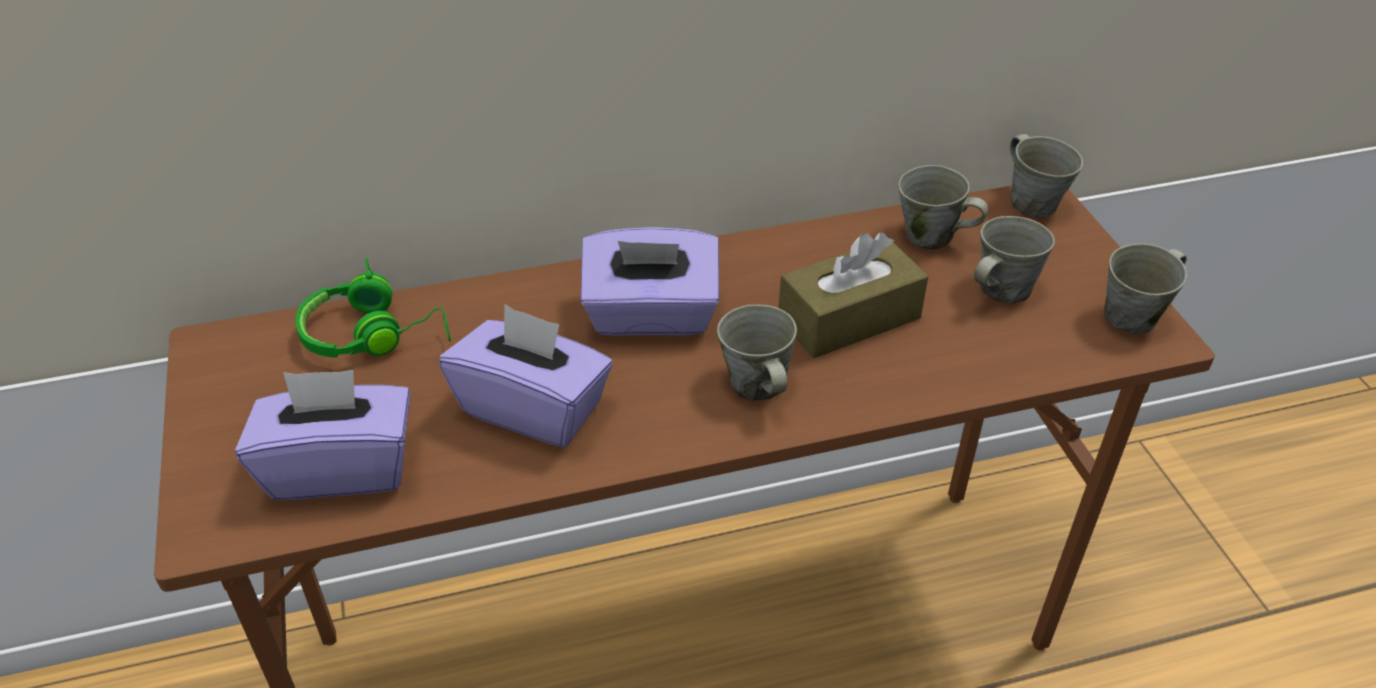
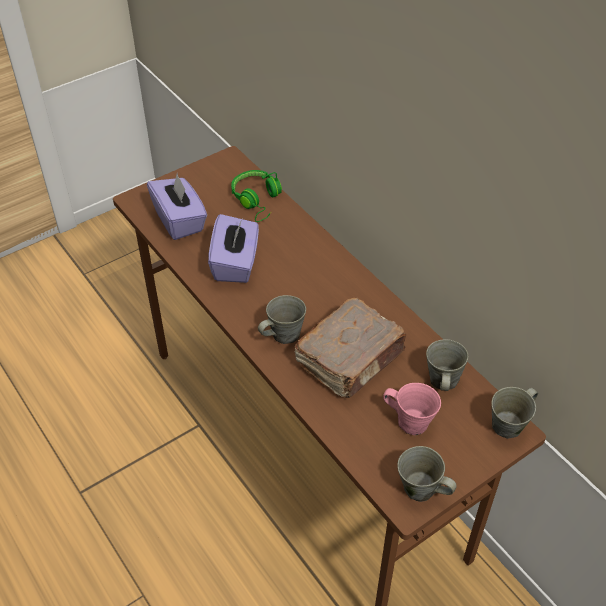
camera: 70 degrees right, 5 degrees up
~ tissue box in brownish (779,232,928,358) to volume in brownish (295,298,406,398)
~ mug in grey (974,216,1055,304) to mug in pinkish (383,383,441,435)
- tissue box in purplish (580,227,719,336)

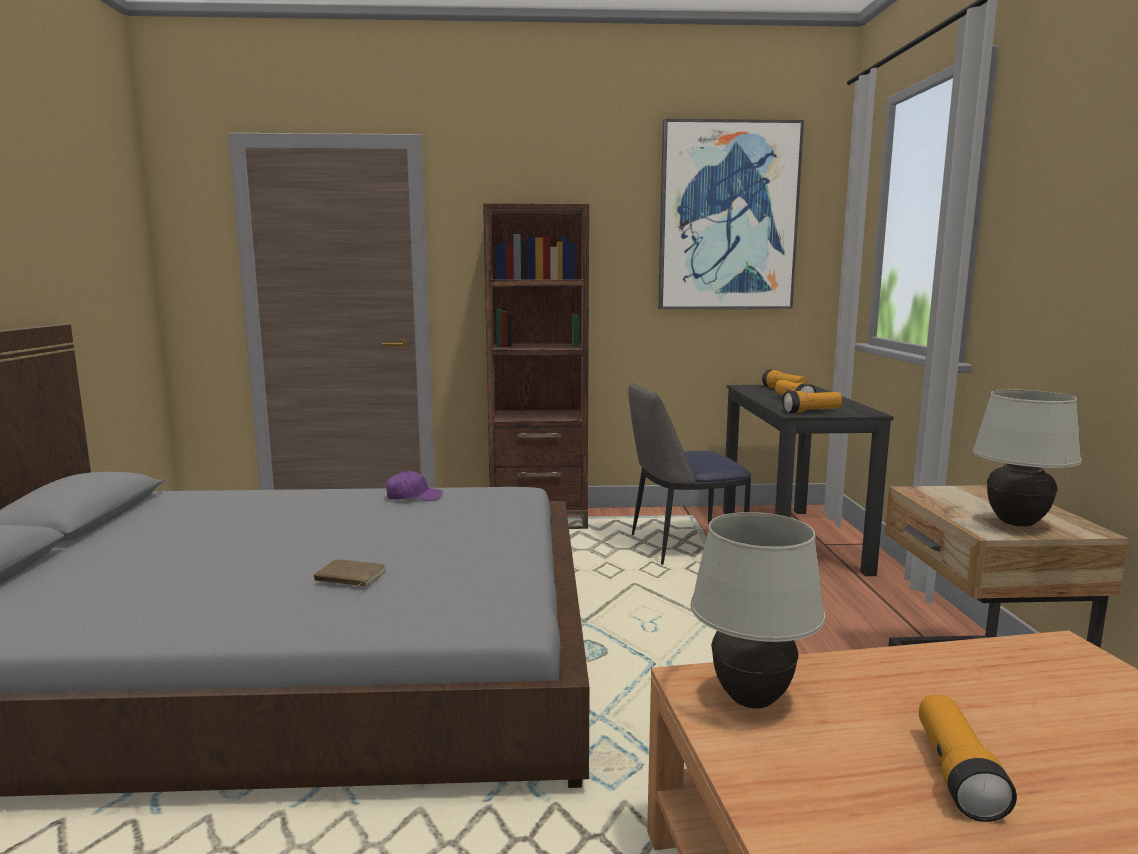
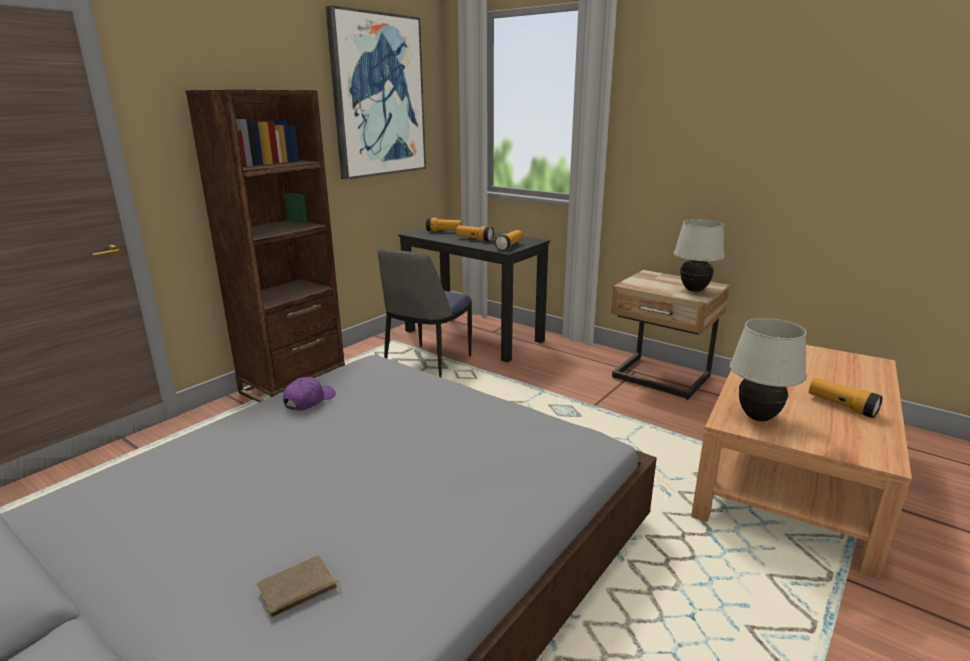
camera: 50 degrees left, 10 degrees up
~ volume in brownish (314,559,387,587) to (256,555,342,618)

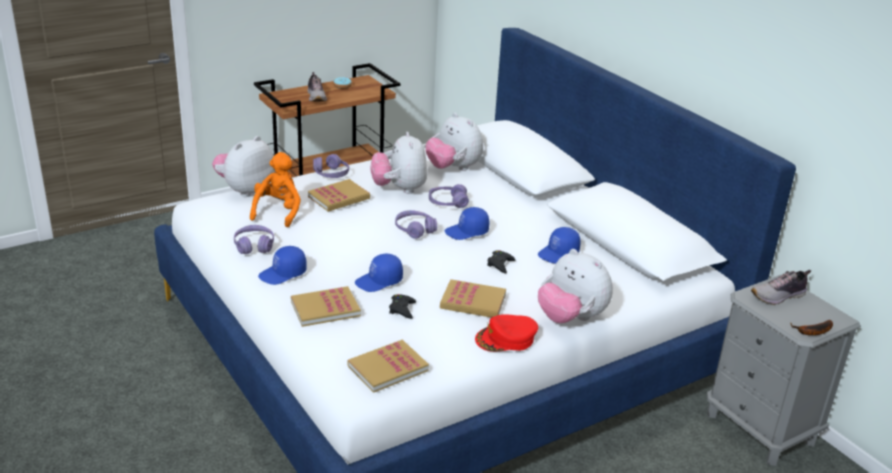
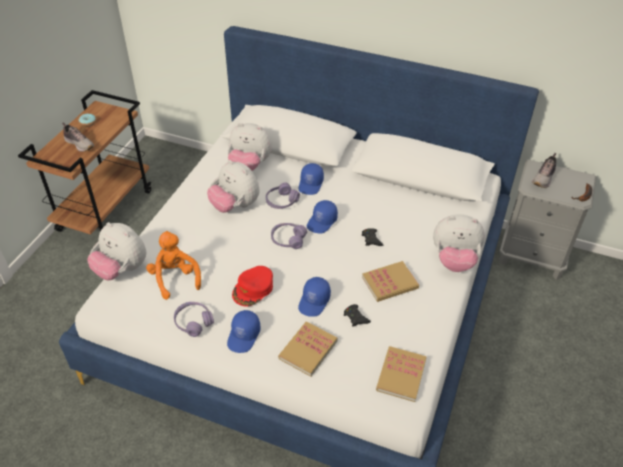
camera: 35 degrees left, 15 degrees up
~ plush toy (212,136,274,197) = (87,222,146,280) 60 degrees counterclockwise
~ cap in red-coloured (475,314,538,352) to (232,266,273,306)
~ cap in blue-coloured (538,227,581,264) to (299,163,324,195)
- volume (308,179,370,212)
- headphones in purplish (313,154,349,178)

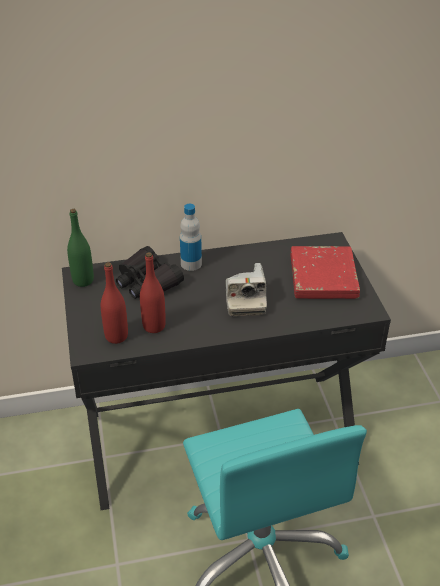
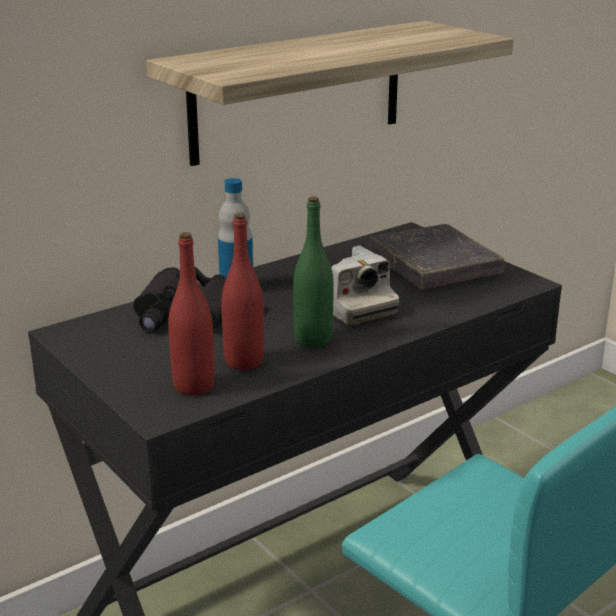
camera: 25 degrees left, 15 degrees down
+ shelf (146,21,514,166)
~ drink bottle in green (67,209,94,287) to (293,196,334,347)
~ volume in red-coloured (290,246,360,299) to volume in grey (369,224,504,289)

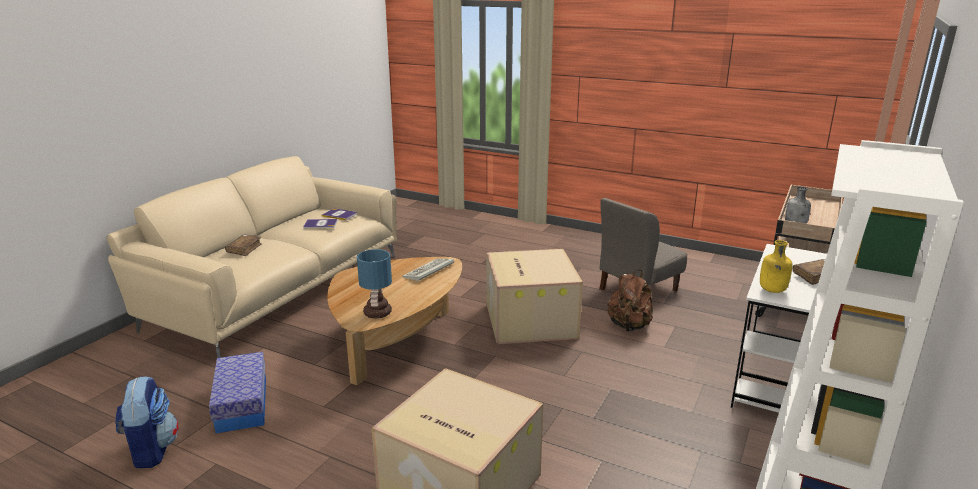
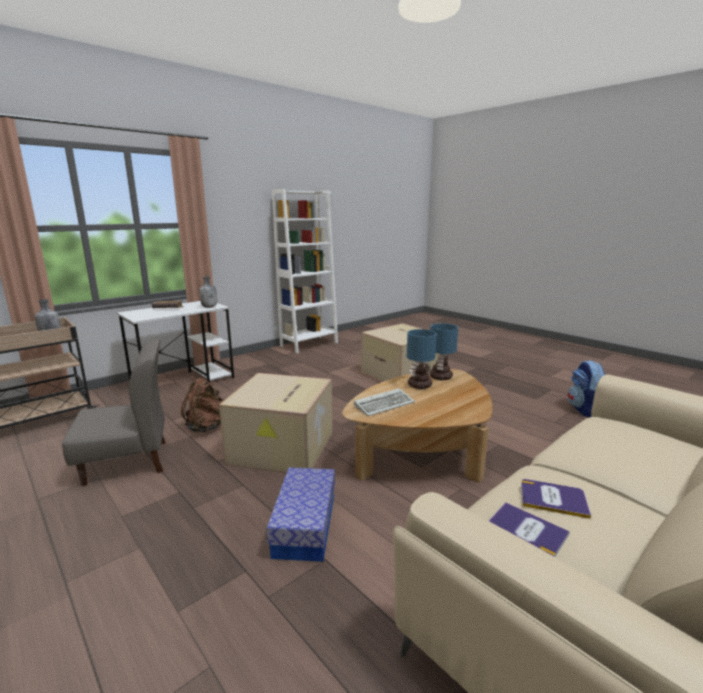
camera: 160 degrees left, 5 degrees down
~ drink bottle in yellow-coloured (760,240,792,293) to drink bottle in grey (199,276,217,308)
~ storage container (209,352,266,433) to (267,467,335,562)
+ tabletop lamp (407,329,437,389)
- volume in brownish (225,235,262,256)

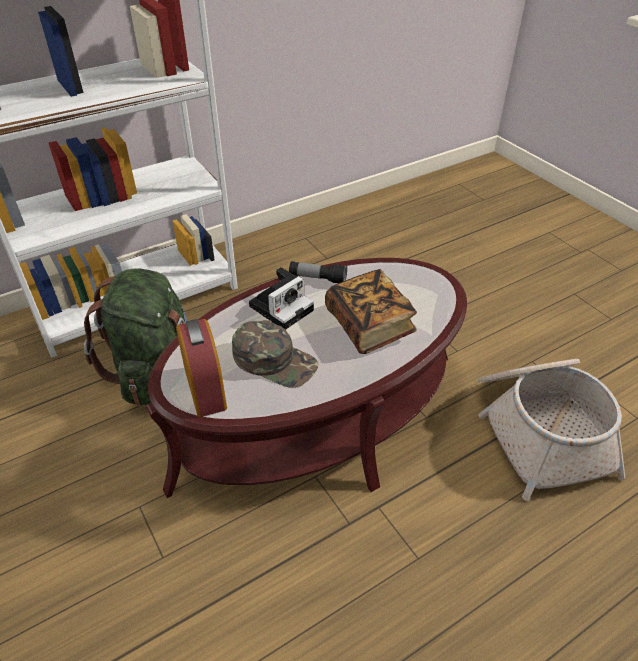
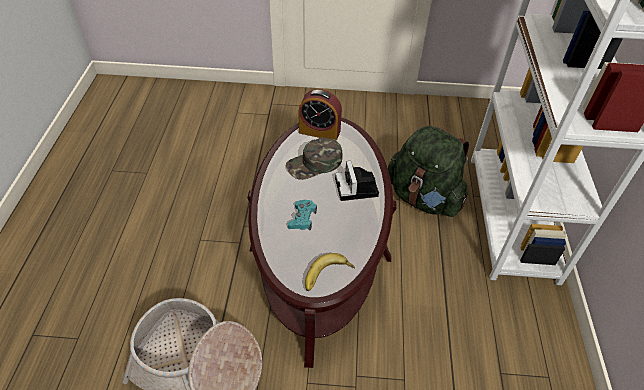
camera: 125 degrees right, 5 degrees up
~ volume (325,269,417,354) to gamepad in turquoise (288,200,317,231)
+ banana (305,253,355,291)
- torch (289,261,347,283)

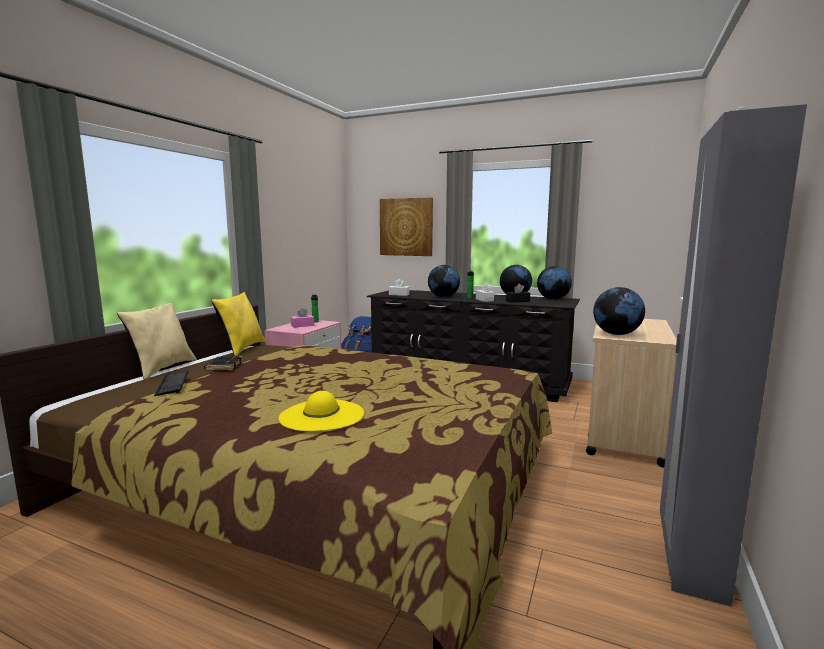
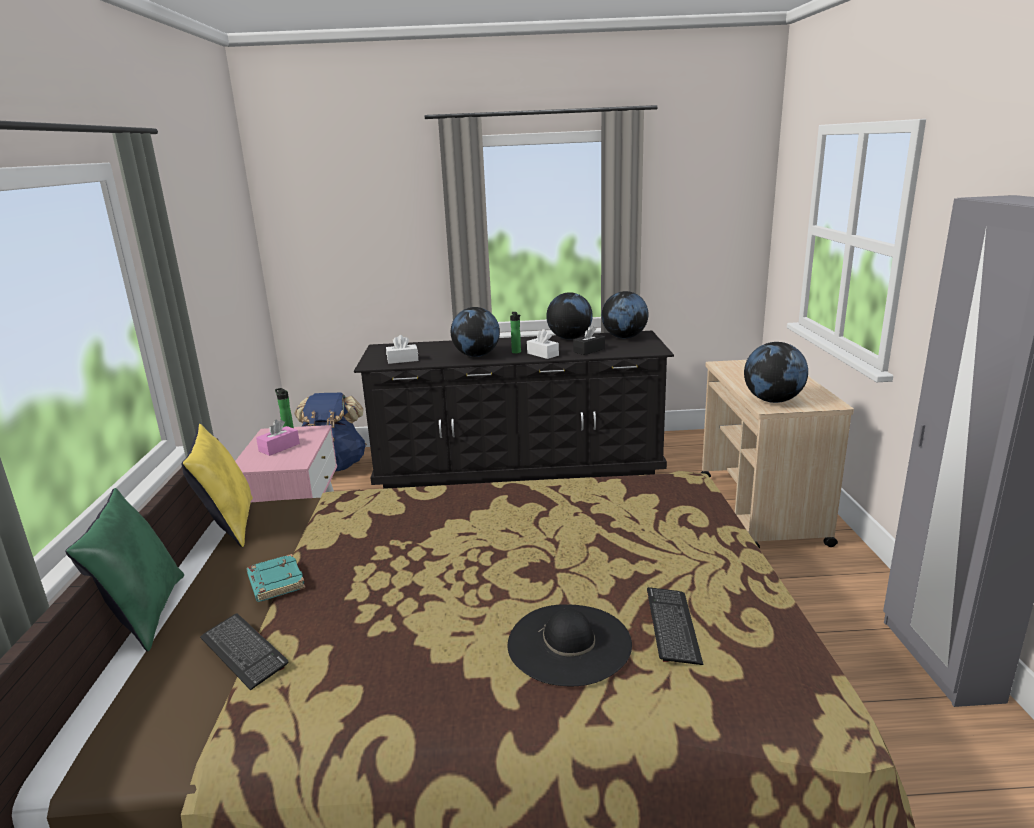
camera: 25 degrees left, 10 degrees up
~ cushion in beige-coloured (117,302,197,380) to cushion in green (65,488,184,652)
~ volume in black-coloured (204,356,243,371) to volume in turquoise (247,554,305,602)
~ clothing hat in yellow-coloured (278,391,364,431) to clothing hat in black-coloured (508,604,632,686)
+ PC keyboard (647,587,703,665)
- wall art (380,197,433,256)

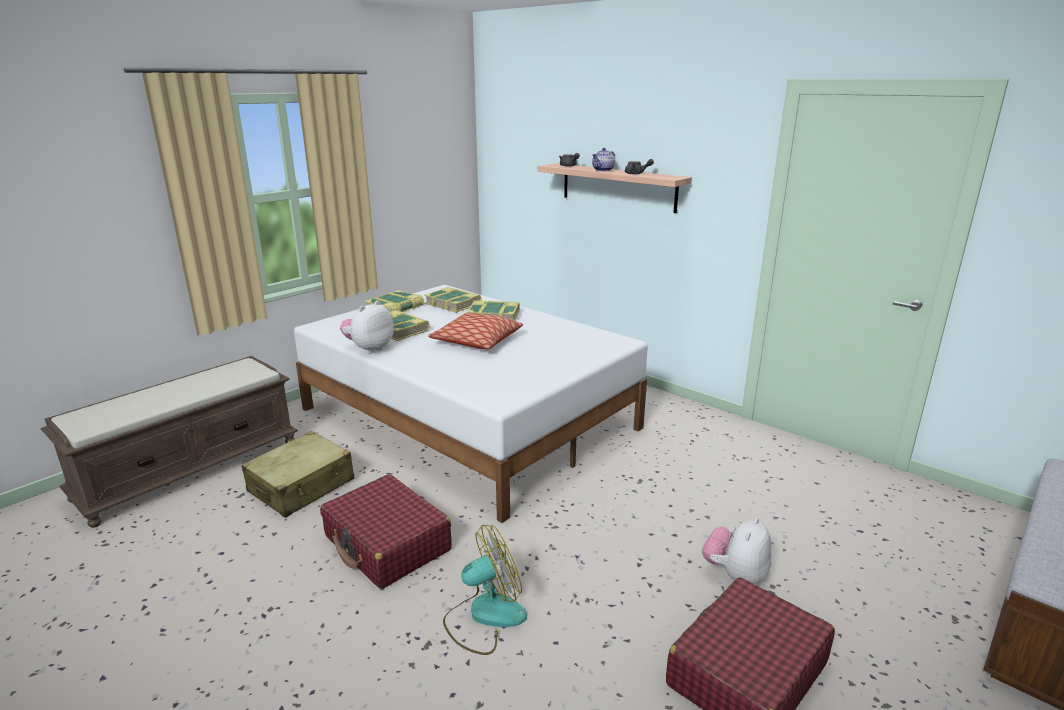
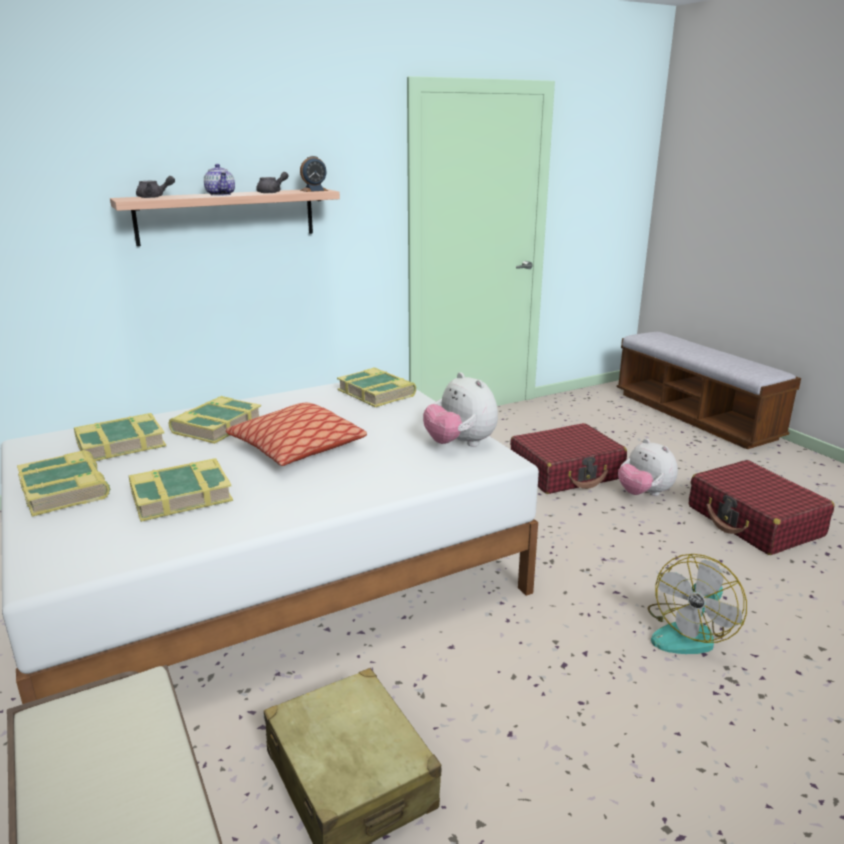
camera: 70 degrees left, 0 degrees up
+ alarm clock (300,156,328,192)
+ volume (337,367,416,407)
~ plush toy (340,300,394,354) to (423,372,498,447)
~ piece of luggage in red-coloured (320,474,452,589) to (510,423,627,494)
~ cooling fan (443,524,527,655) = (648,554,747,654) 135 degrees counterclockwise

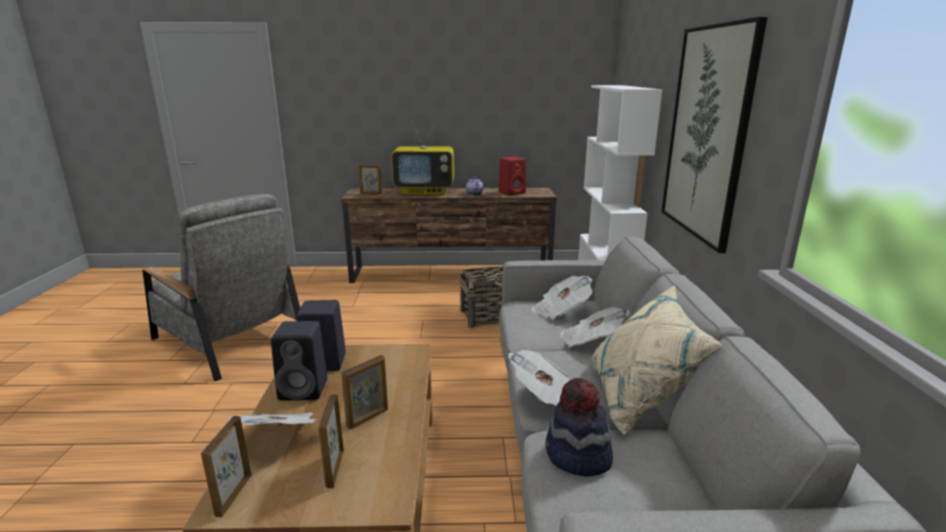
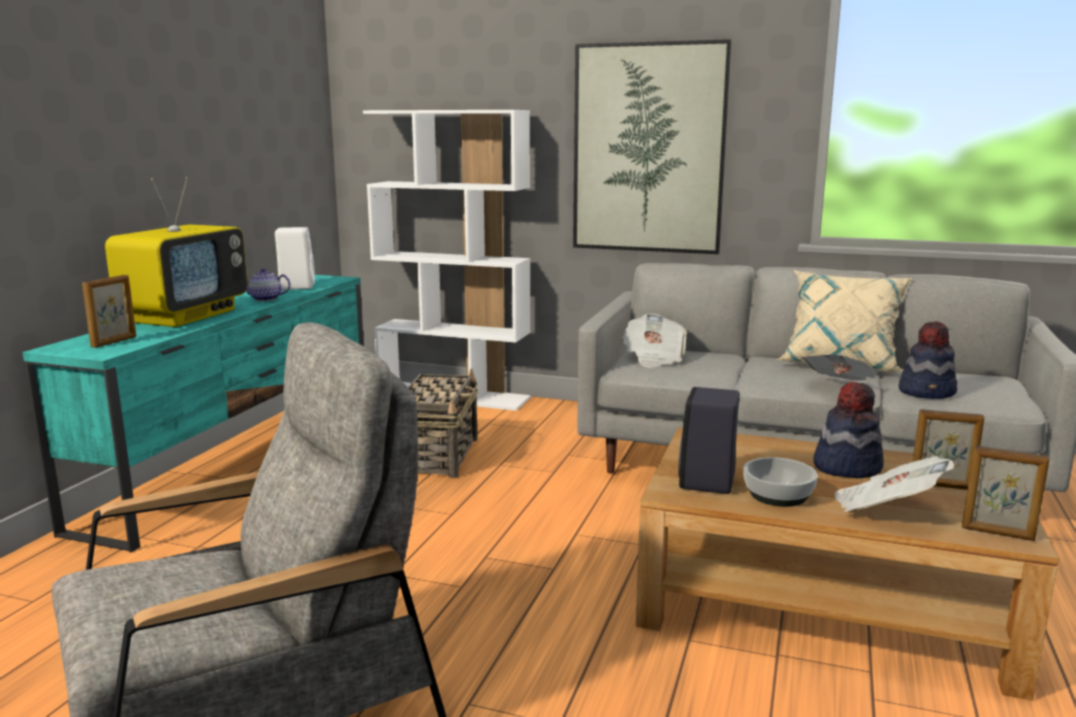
camera: 70 degrees left, 5 degrees down
~ media console in brownish (341,188,557,283) to media console in turquoise (23,275,364,552)
~ audio speaker in red-coloured (499,156,526,195) to audio speaker in white-coloured (275,227,315,290)
~ audio speaker in black-coloured (271,321,327,400) to serving bowl (743,457,818,507)
~ standing frame (341,355,388,429) to clothing hat (814,382,884,478)
- daily paper (560,307,630,347)

